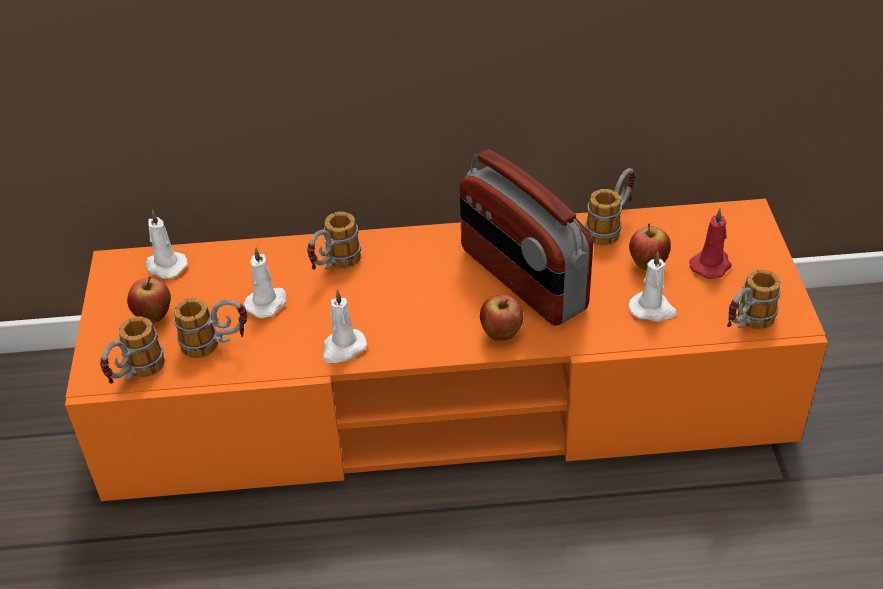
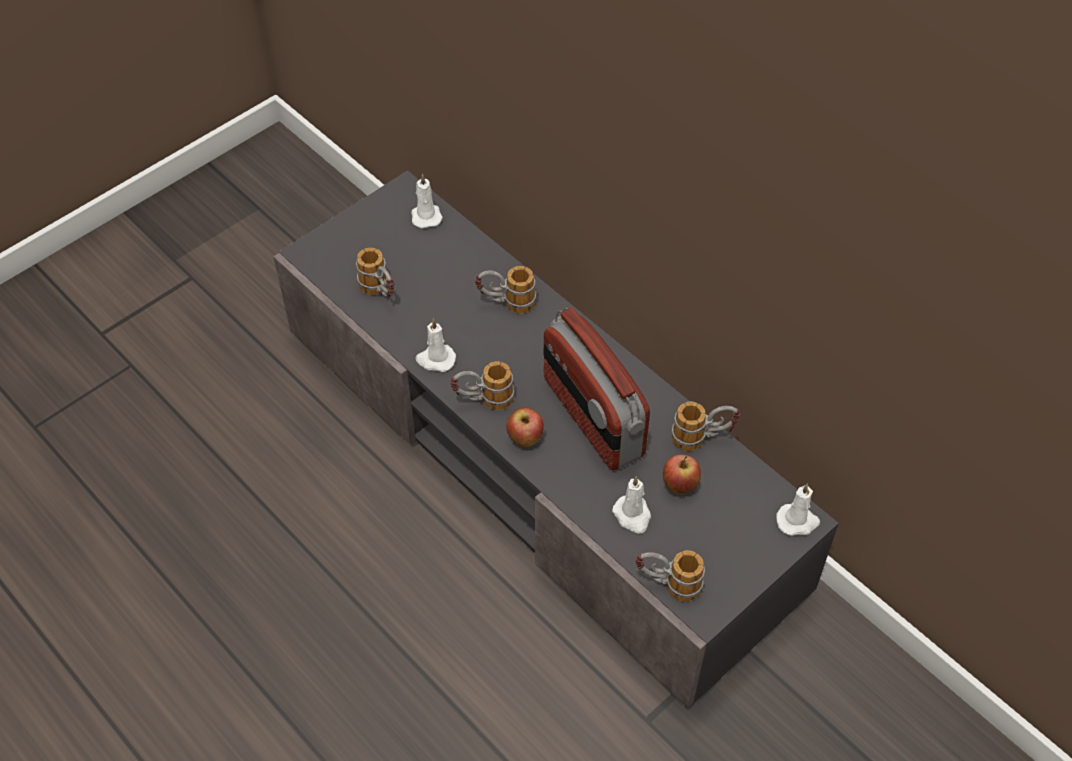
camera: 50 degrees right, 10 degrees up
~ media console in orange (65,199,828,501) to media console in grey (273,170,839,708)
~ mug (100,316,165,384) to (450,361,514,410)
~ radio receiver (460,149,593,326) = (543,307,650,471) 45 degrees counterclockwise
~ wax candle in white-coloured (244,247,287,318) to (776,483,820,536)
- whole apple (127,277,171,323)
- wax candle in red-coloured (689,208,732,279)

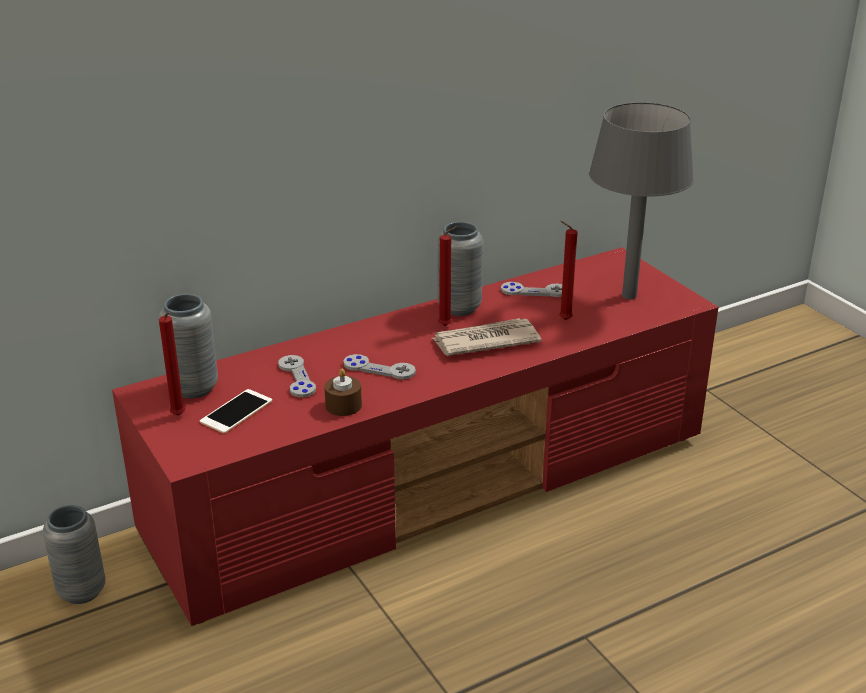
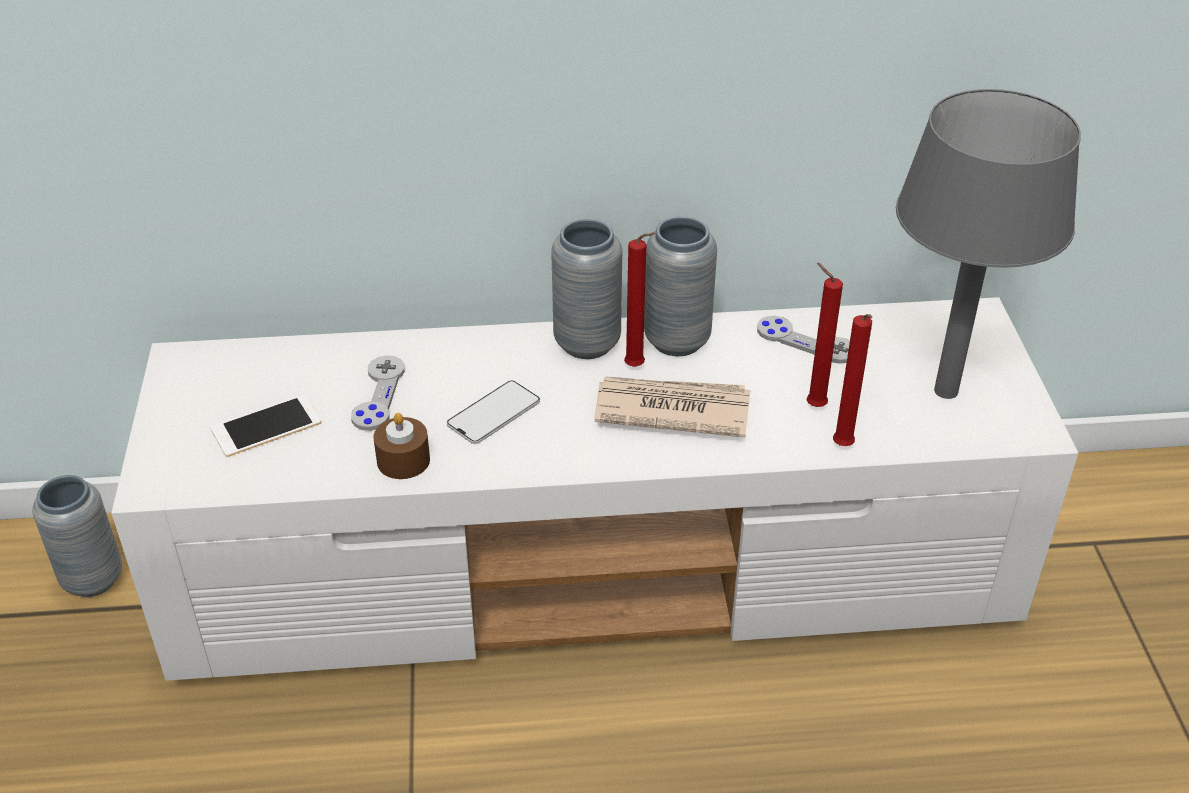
camera: 25 degrees right, 10 degrees up
~ media console in red-coloured (112,247,718,626) to media console in white-coloured (111,297,1078,681)
~ gamepad in grey (344,354,416,379) to telephone (447,380,540,444)
~ vase in grey (159,294,218,398) to (551,219,622,359)
~ wax candle in red-coloured (159,312,185,416) to (833,314,872,446)

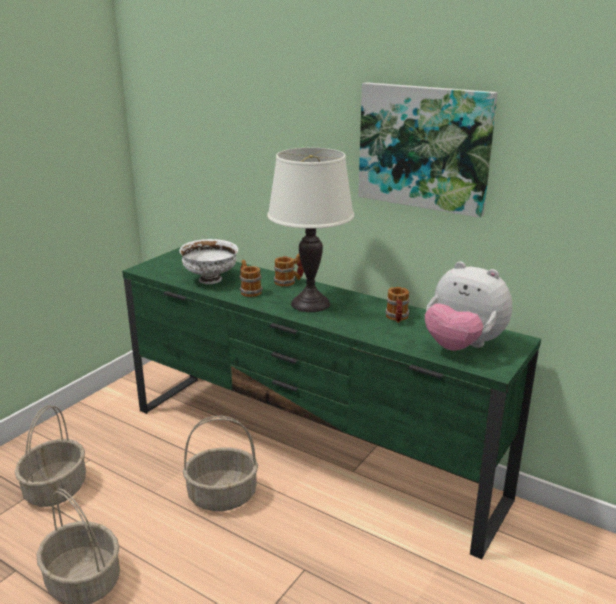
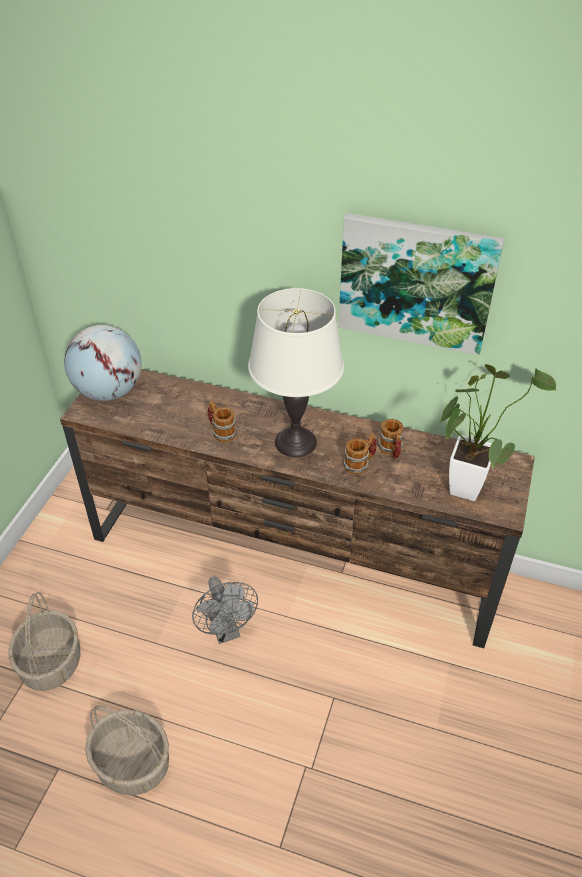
camera: 15 degrees left, 20 degrees up
~ media console in green (122,247,541,559) to media console in brownish (60,369,535,648)
+ globe (64,325,142,401)
~ household basket (183,416,258,511) to cooling fan in grey (192,576,258,644)
~ mug (274,254,304,287) to (344,433,377,475)
~ plush toy (425,261,512,351) to houseplant (440,364,556,501)
- serving bowl in white-coloured (179,239,238,284)

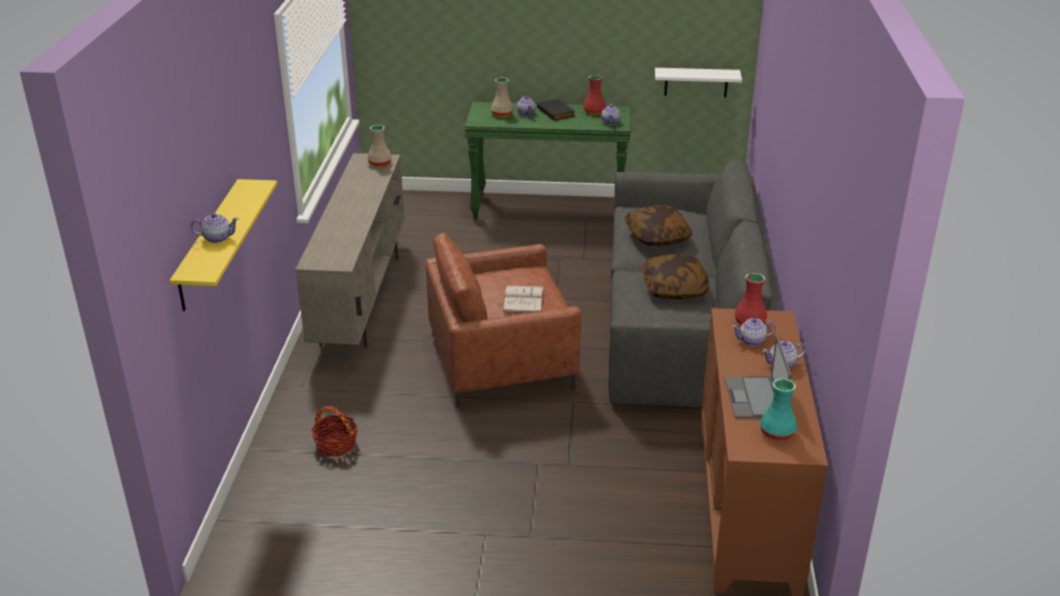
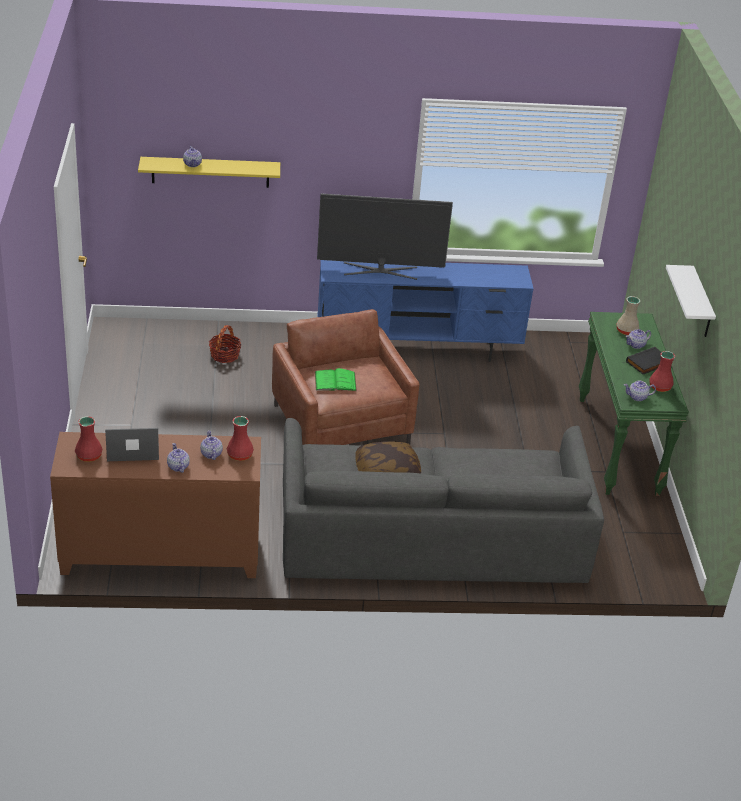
camera: 80 degrees right, 5 degrees up
~ vase in turquoise (760,378,797,441) to vase in red-coloured (75,416,102,462)
~ volume in white-coloured (503,286,544,313) to volume in green (315,368,357,391)
+ television (317,193,453,280)
~ media console in beige-coloured (295,153,405,348) to media console in blue-coloured (317,260,534,362)
~ shelf in white-coloured (655,68,742,97) to (666,265,716,337)
- vase in beige-coloured (367,125,392,167)
- cushion (625,205,692,246)

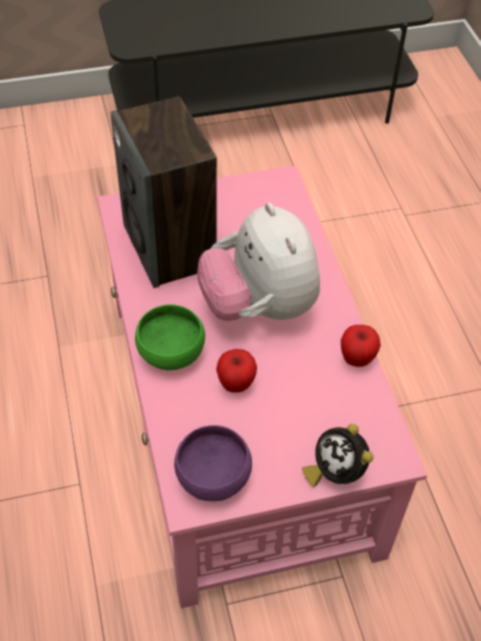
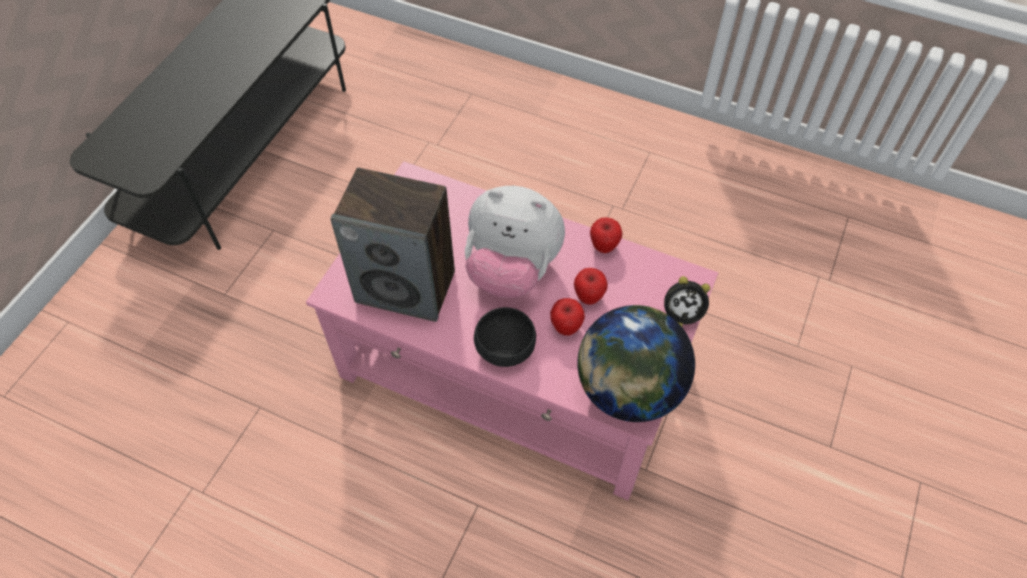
camera: 50 degrees left, 5 degrees up
~ serving bowl in green (135,304,205,370) to serving bowl in black-coloured (474,307,536,367)
+ whole apple (574,268,608,305)
~ serving bowl in purplish (174,425,252,501) to globe (577,305,695,422)

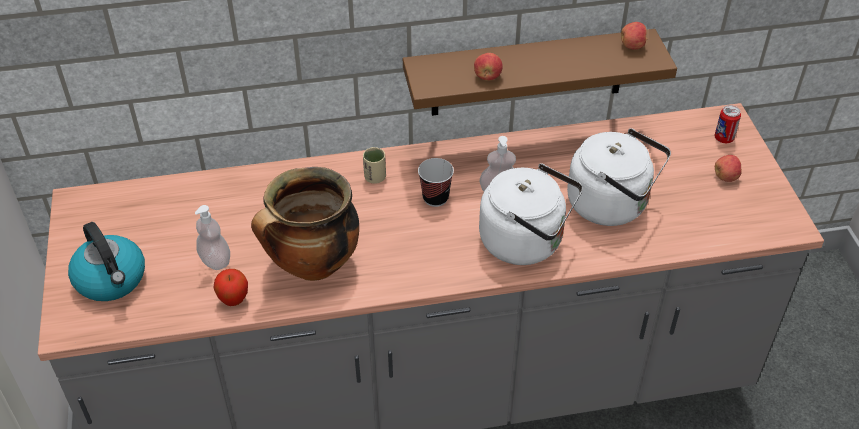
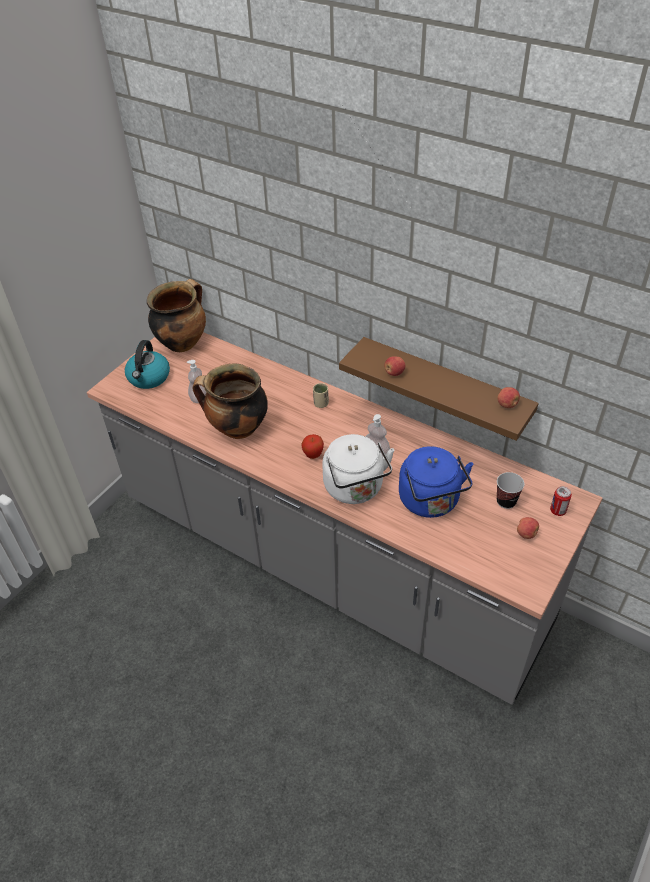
camera: 45 degrees right, 0 degrees up
+ saucepot (147,279,206,352)
~ whole apple (213,269,248,306) to (302,434,324,459)
~ kettle in white-coloured (567,128,671,226) to kettle in blue-coloured (399,446,473,518)
~ small cup (418,158,454,207) to (497,472,524,509)

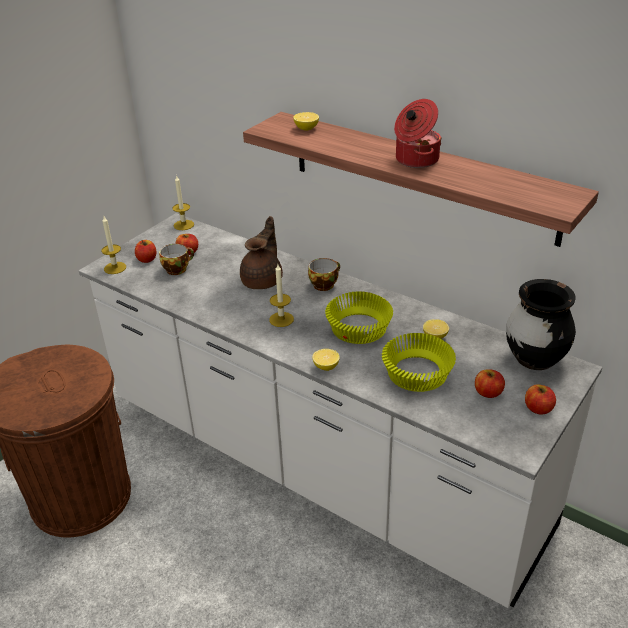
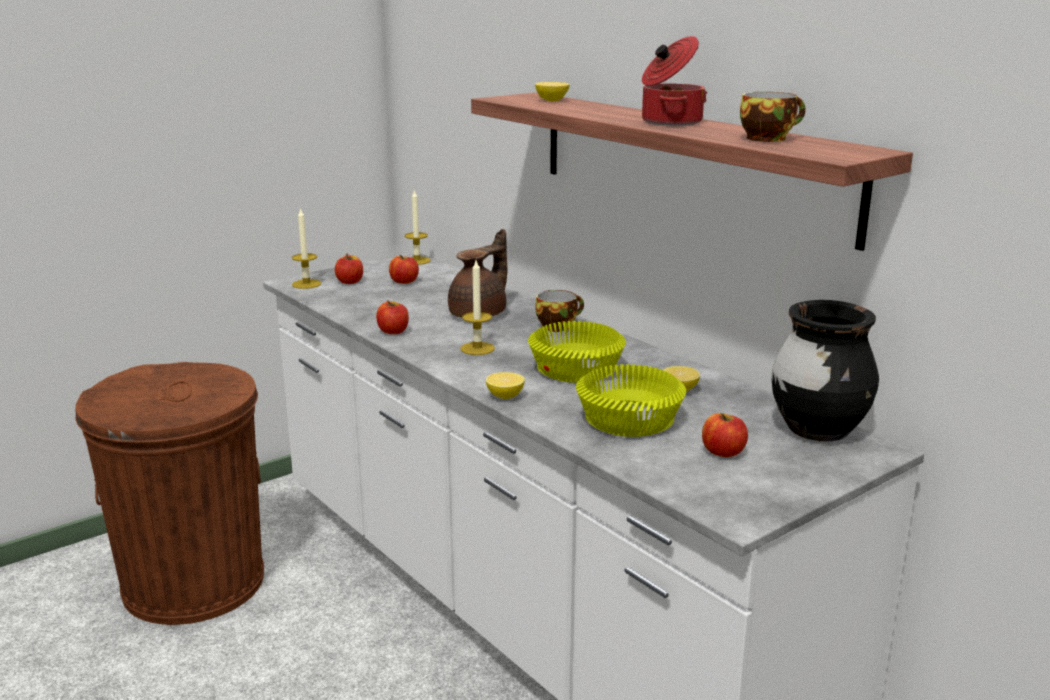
camera: 15 degrees right, 15 degrees down
~ whole apple (525,384,556,415) to (376,300,409,334)
~ small cup (159,244,194,275) to (740,92,805,142)

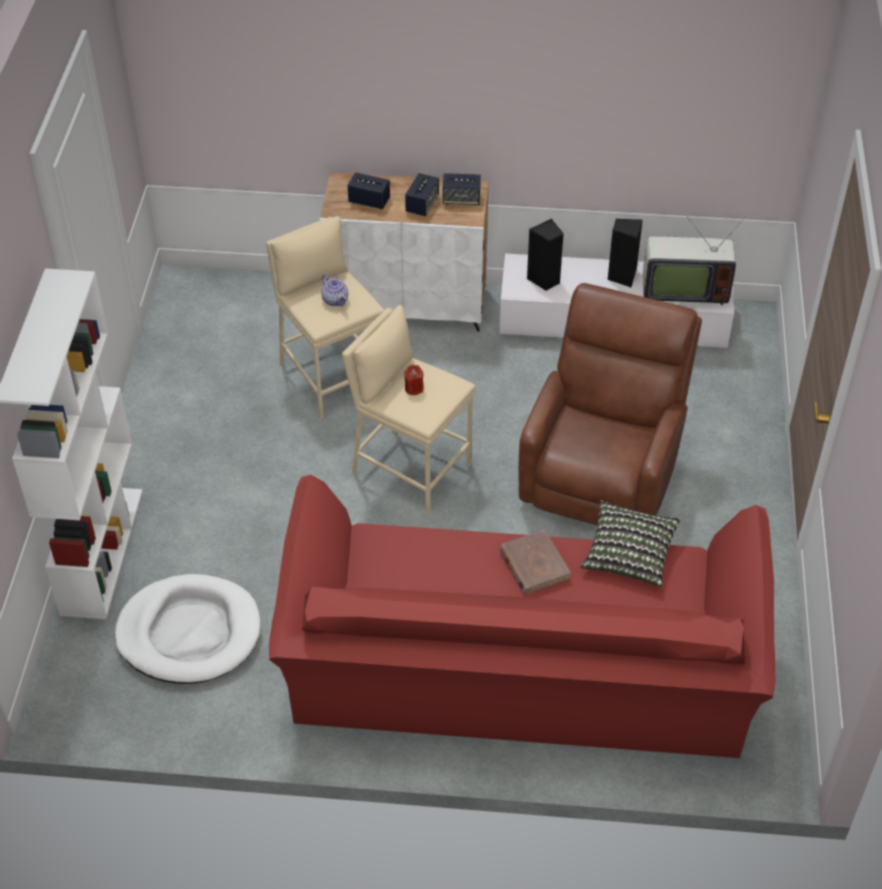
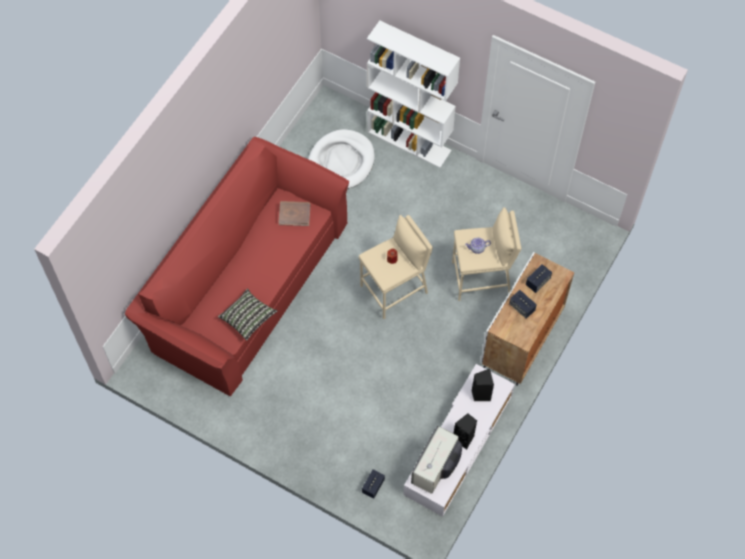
camera: 115 degrees right, 15 degrees up
~ volume in brownish (500,530,571,594) to (279,201,310,226)
~ audio speaker (443,173,481,205) to (362,469,385,499)
- lounge chair in brownish (518,283,702,525)

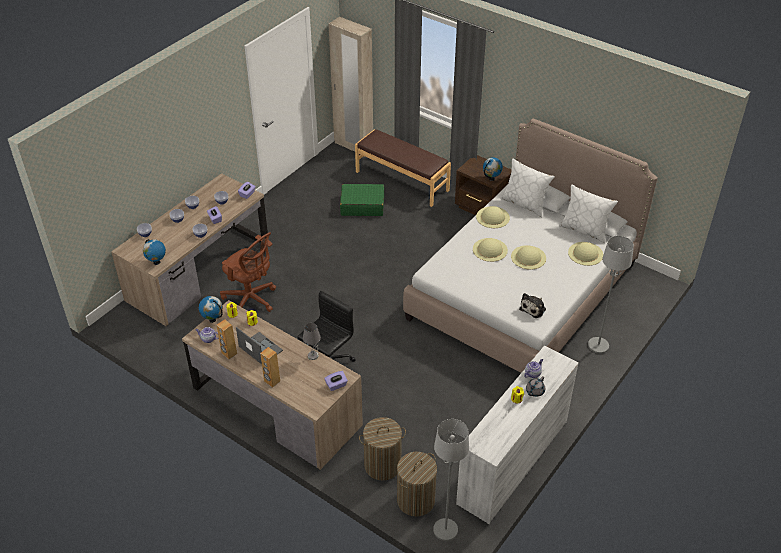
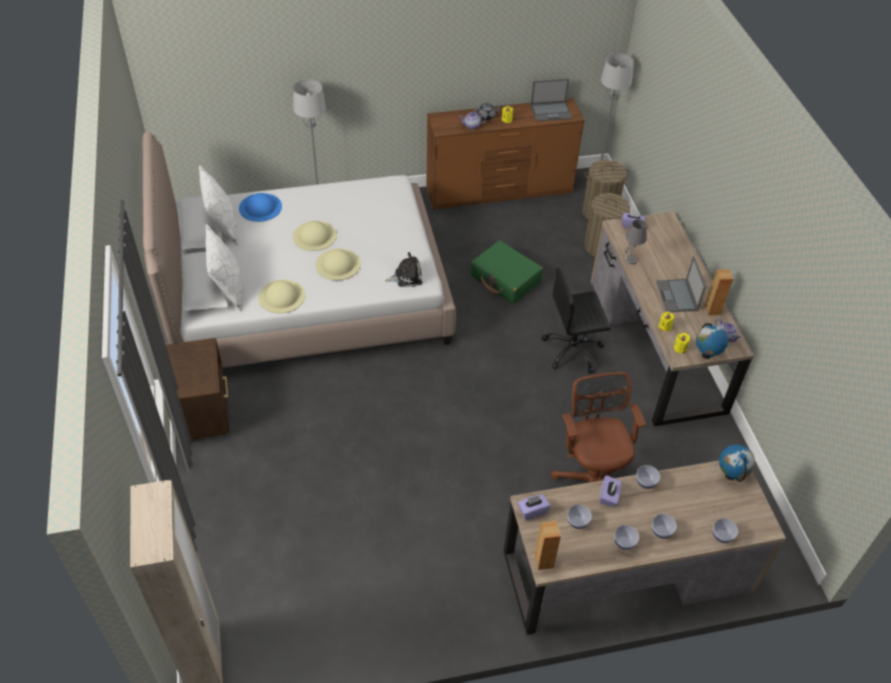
camera: 140 degrees left, 5 degrees up
~ clothing hat in beige-coloured (568,242,603,266) to clothing hat in blue-coloured (239,193,282,222)
~ plush toy (519,293,546,318) to (385,252,422,287)
~ drawer chest in white-coloured (456,345,579,524) to drawer chest in brownish (426,98,585,210)
~ piece of luggage in green (340,184,384,216) to (471,241,543,304)
+ notebook computer (531,79,572,121)
~ audio speaker in brownish (260,347,280,388) to (535,521,561,570)
- indoor bench in brownish (355,129,451,207)
- globe (483,157,503,181)

